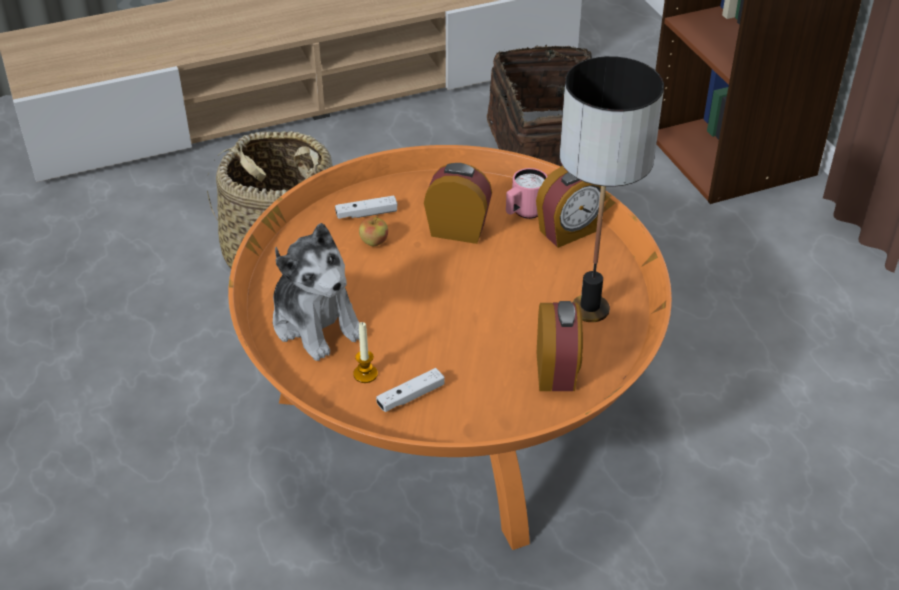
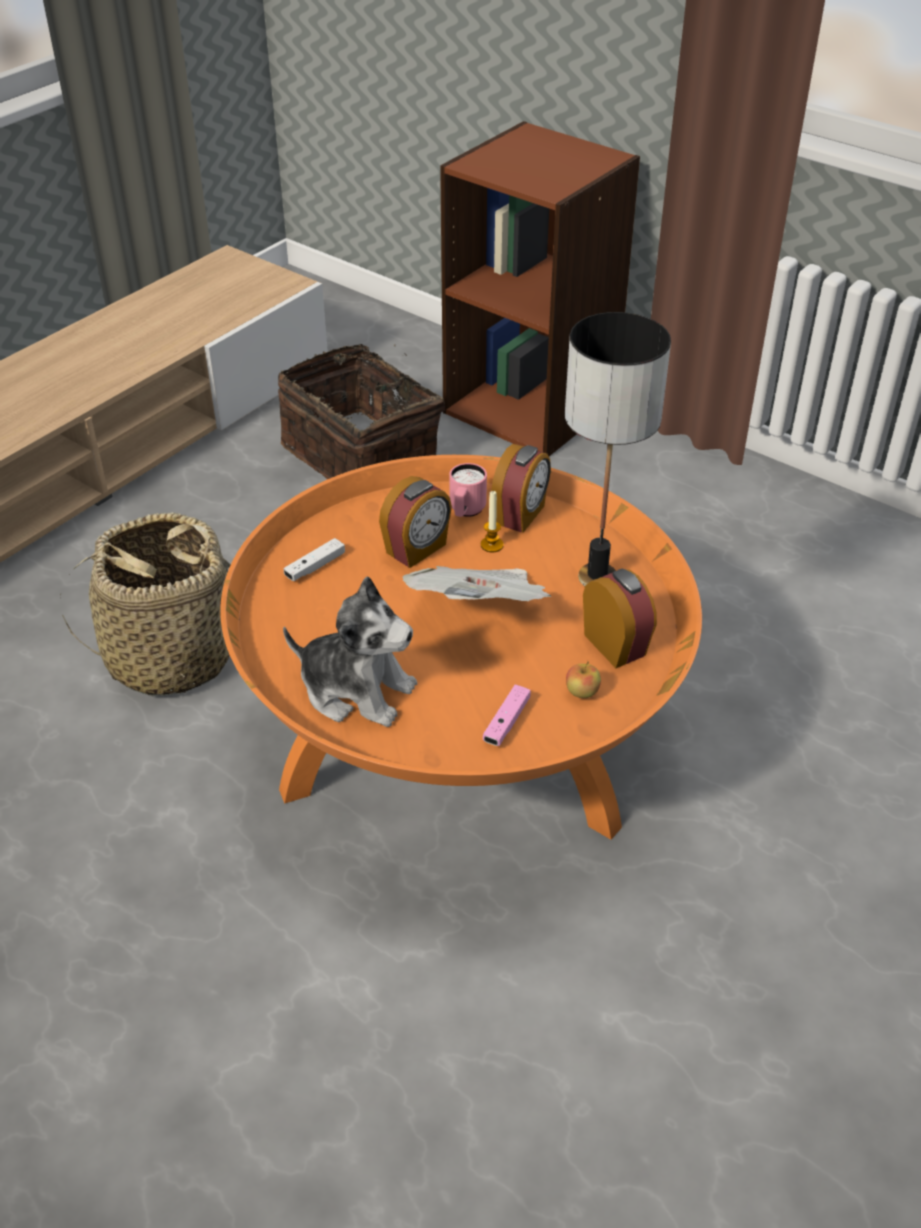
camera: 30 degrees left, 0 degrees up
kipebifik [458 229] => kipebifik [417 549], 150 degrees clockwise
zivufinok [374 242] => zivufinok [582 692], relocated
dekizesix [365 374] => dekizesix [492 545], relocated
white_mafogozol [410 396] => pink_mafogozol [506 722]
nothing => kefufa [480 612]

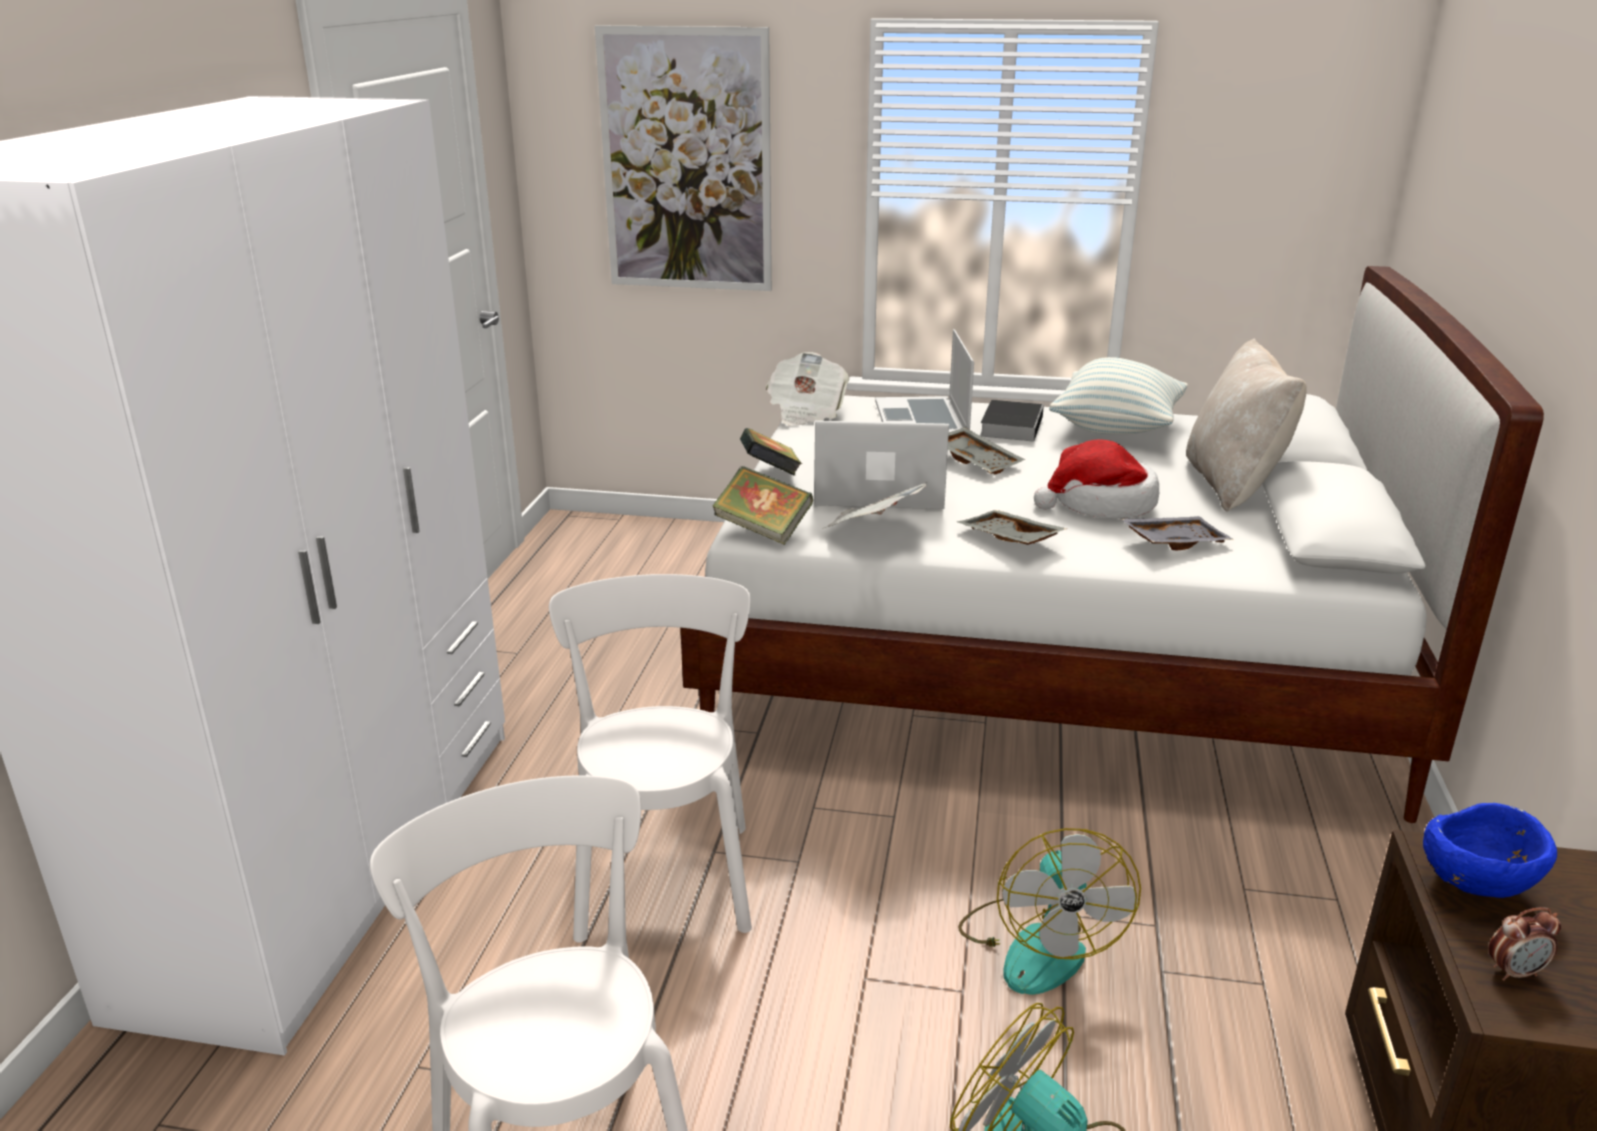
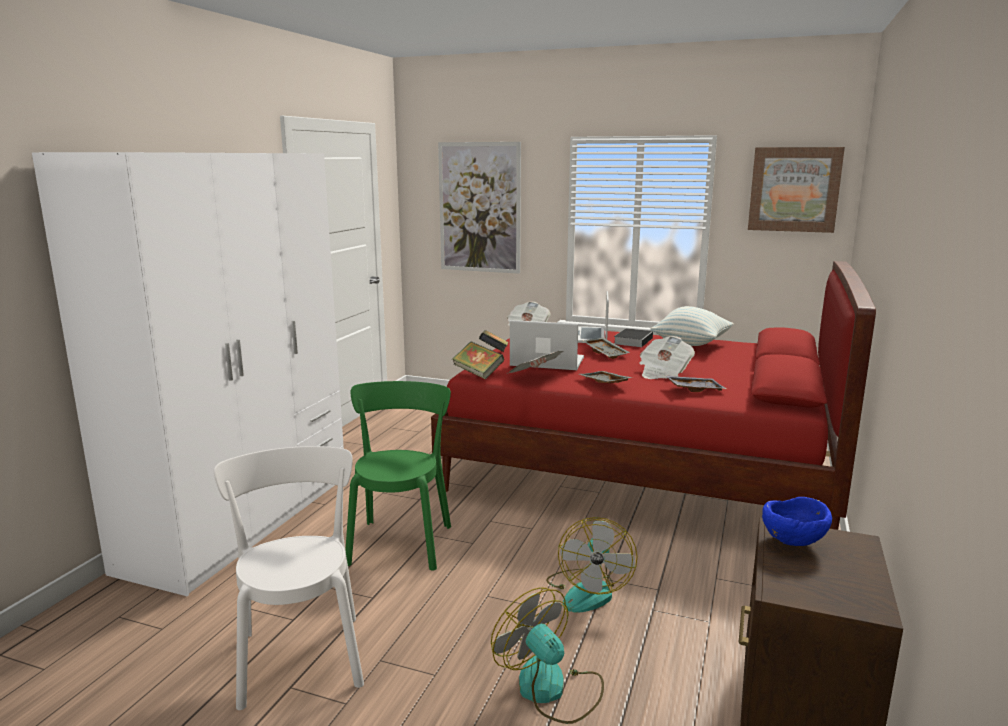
camera: 10 degrees right, 10 degrees down
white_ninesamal [1043 660] => red_ninesamal [643 467]
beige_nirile [1233 485] => nothing
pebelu [1100 504] => kefufa [663 373]
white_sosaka [664 872] => green_sosaka [401 541]
kipebifik [1514 972] => nothing
nothing => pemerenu [794 189]

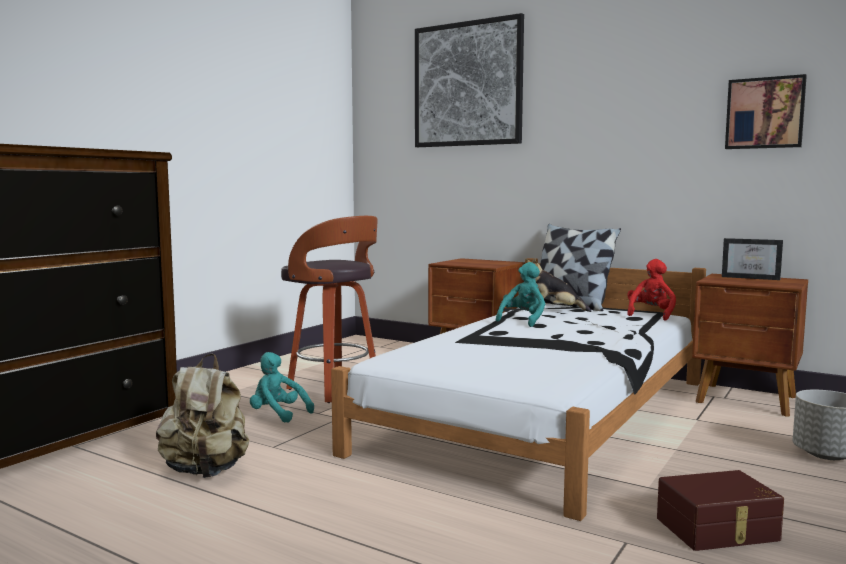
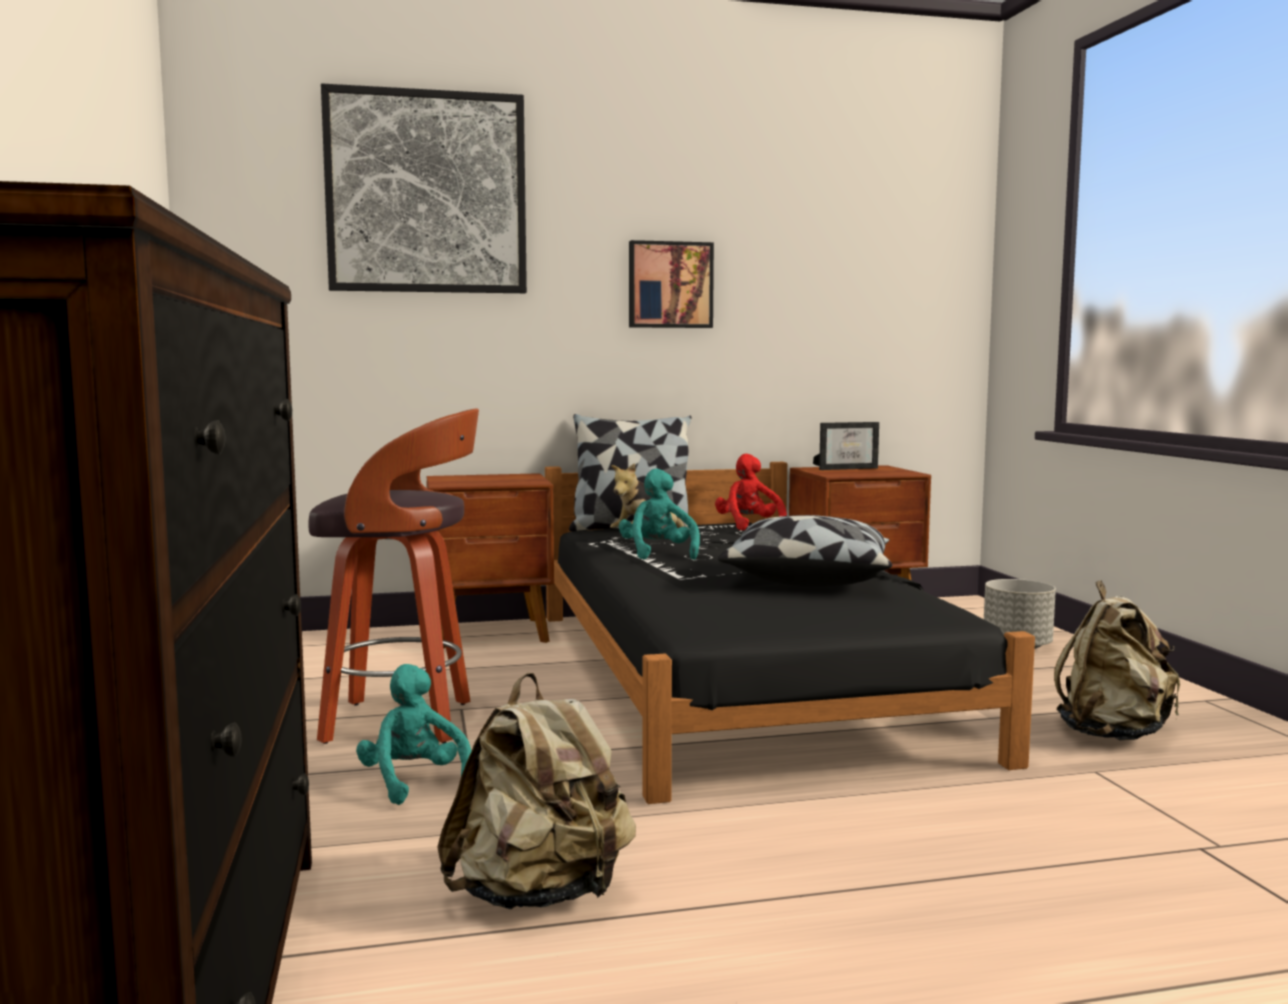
camera: 45 degrees left, 0 degrees up
pemerenu [765 113] => pemerenu [670 285], relocated
white_ninesamal [545 414] => black_ninesamal [732 676]
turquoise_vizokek [277 414] => turquoise_vizokek [414 782], 75 degrees clockwise
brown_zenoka [718 530] => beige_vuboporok [1112 734]
nothing => nirile [807 579]

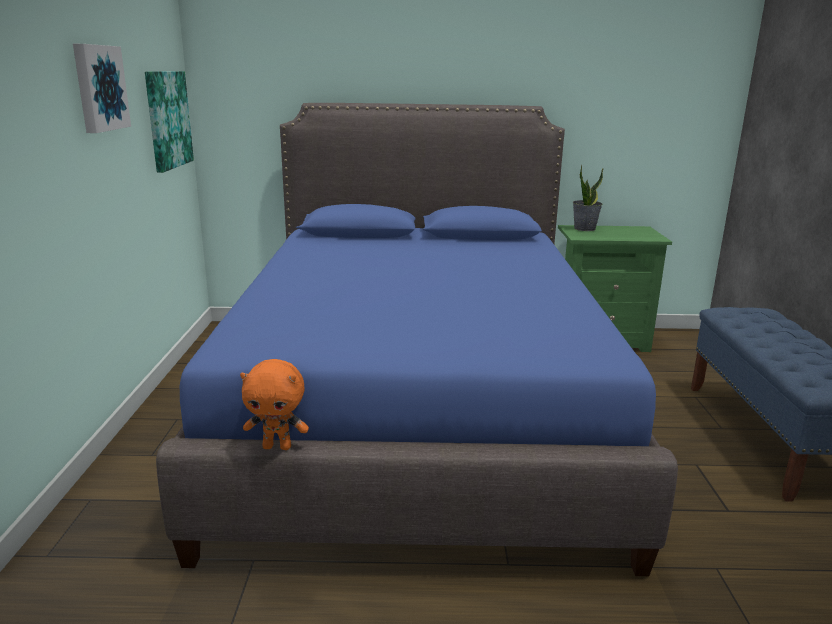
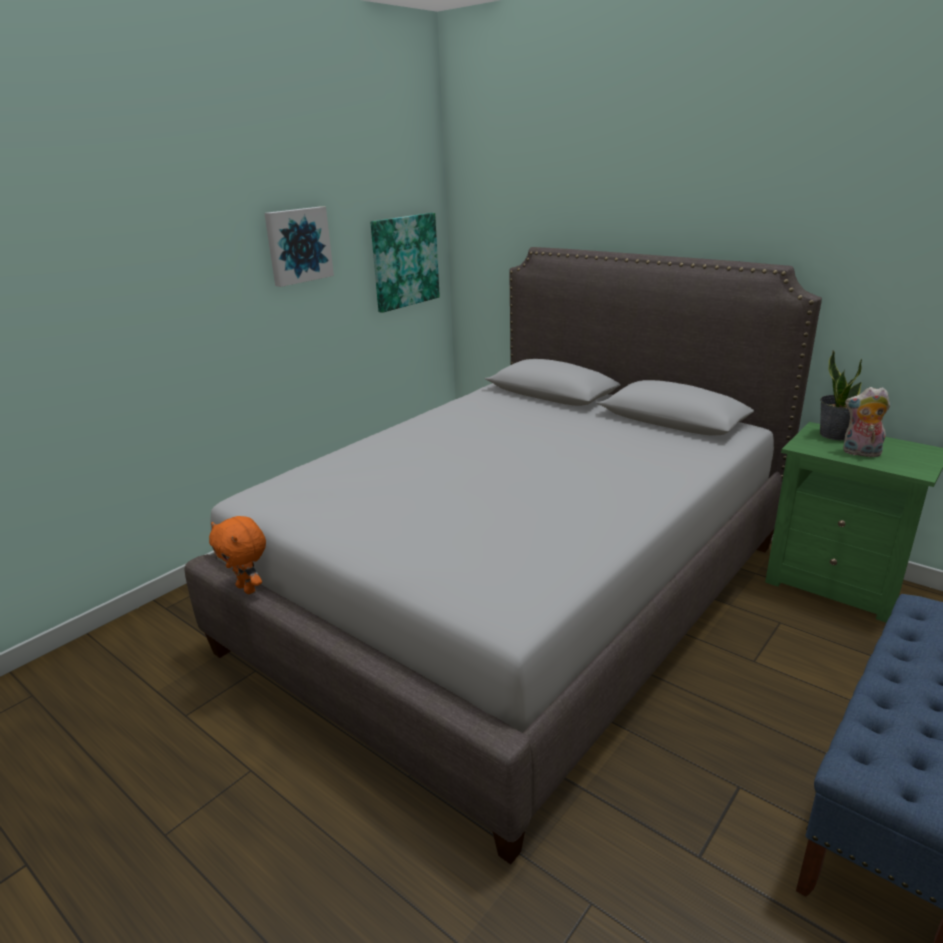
camera: 40 degrees right, 5 degrees up
blue_ninesamal [418 410] => grey_ninesamal [518 595]
nothing => vizokek [860 453]

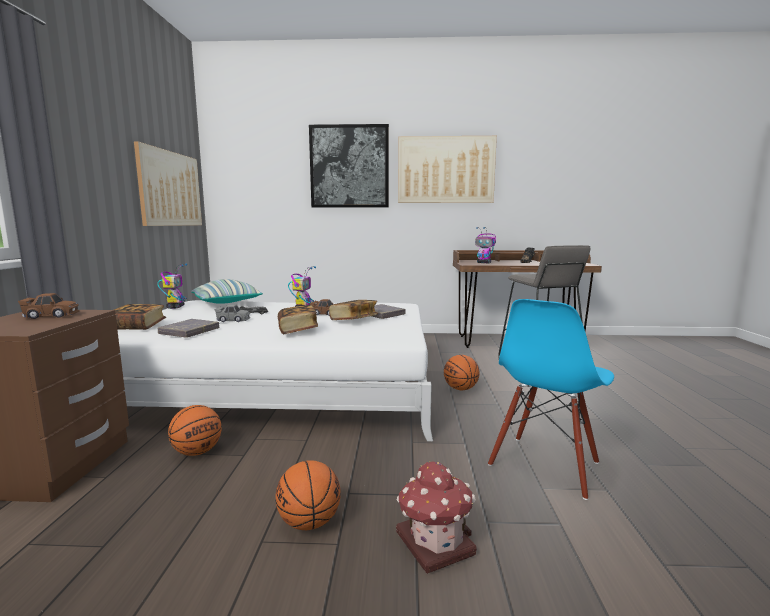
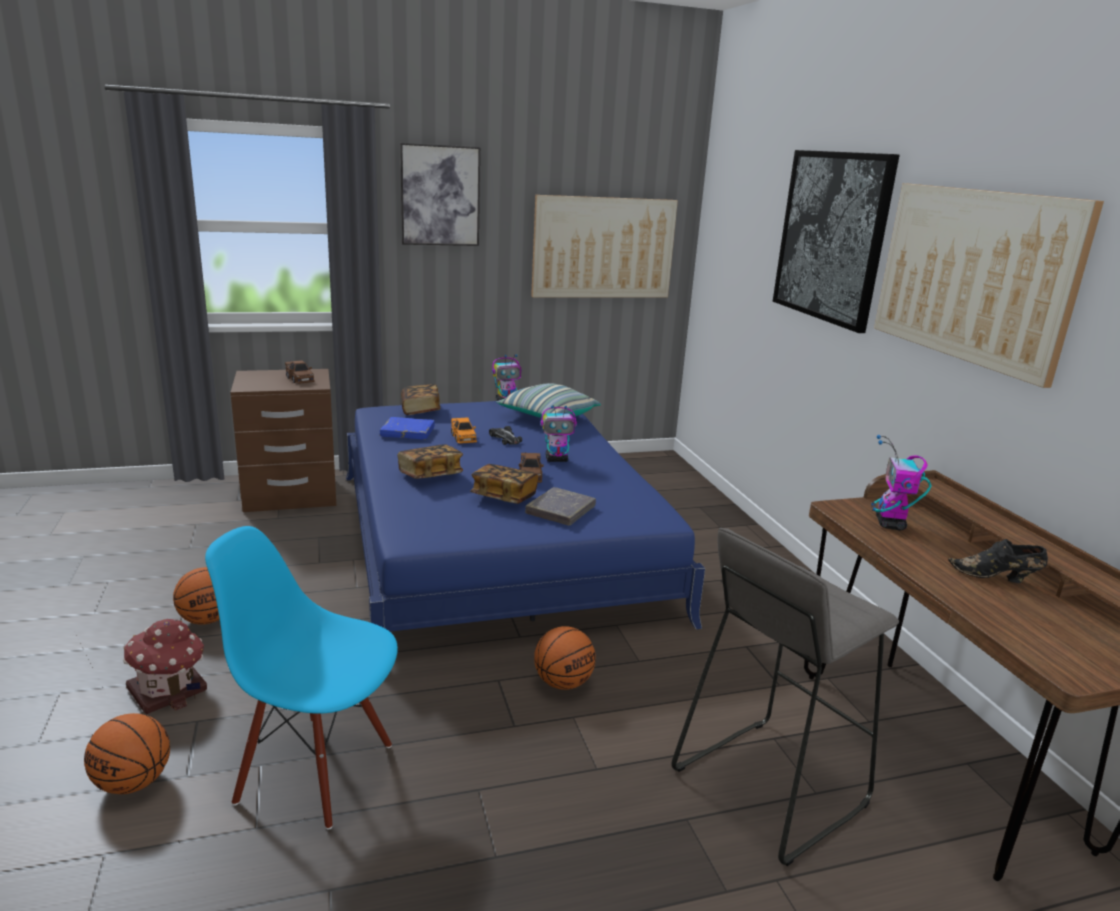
camera: 70 degrees right, 10 degrees up
white_ninesamal [283 386] => blue_ninesamal [496 542]
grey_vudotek [233 320] => orange_vudotek [463 438]
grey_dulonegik [189 332] => blue_dulonegik [408 432]
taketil [197 452] => taketil [133 782], relocated
nothing => pemerenu [440 195]

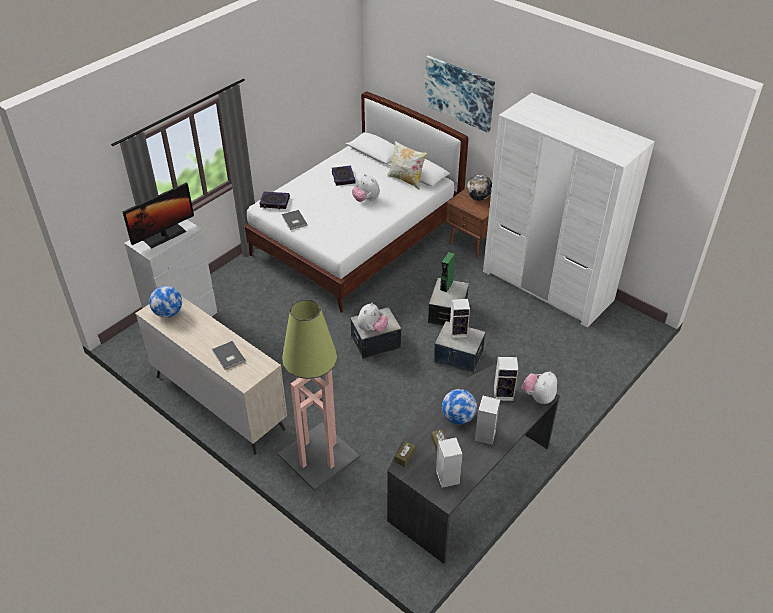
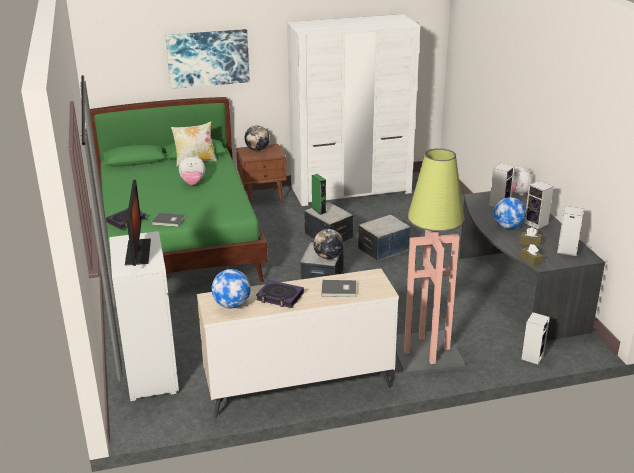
camera: 55 degrees left, 15 degrees down
white_ninesamal [356 239] => green_ninesamal [179 242]
dulonegik [343 177] => dulonegik [280 297], relocated
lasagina [459 332] => lasagina [532 356], relocated
vizokek [372 329] => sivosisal [328 257]

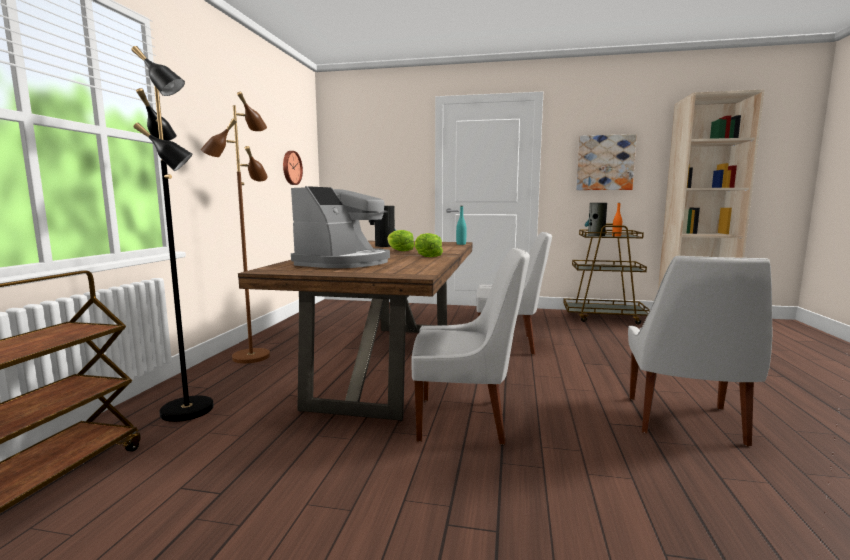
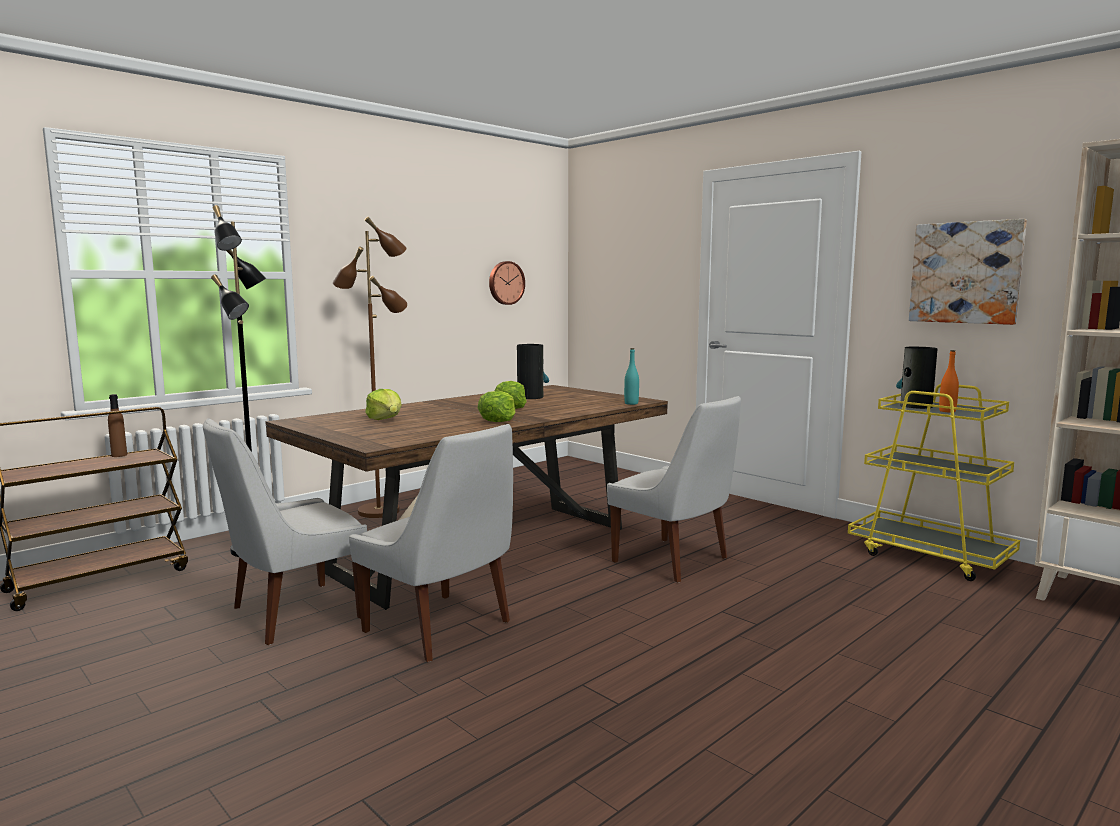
camera: 35 degrees right, 0 degrees up
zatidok [344 262] => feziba [386 419]
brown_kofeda [604 317] => yellow_kofeda [930 556]
white_sosaka [685 422] => white_sosaka [291 614], relocated
nothing => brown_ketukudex [119 455]

